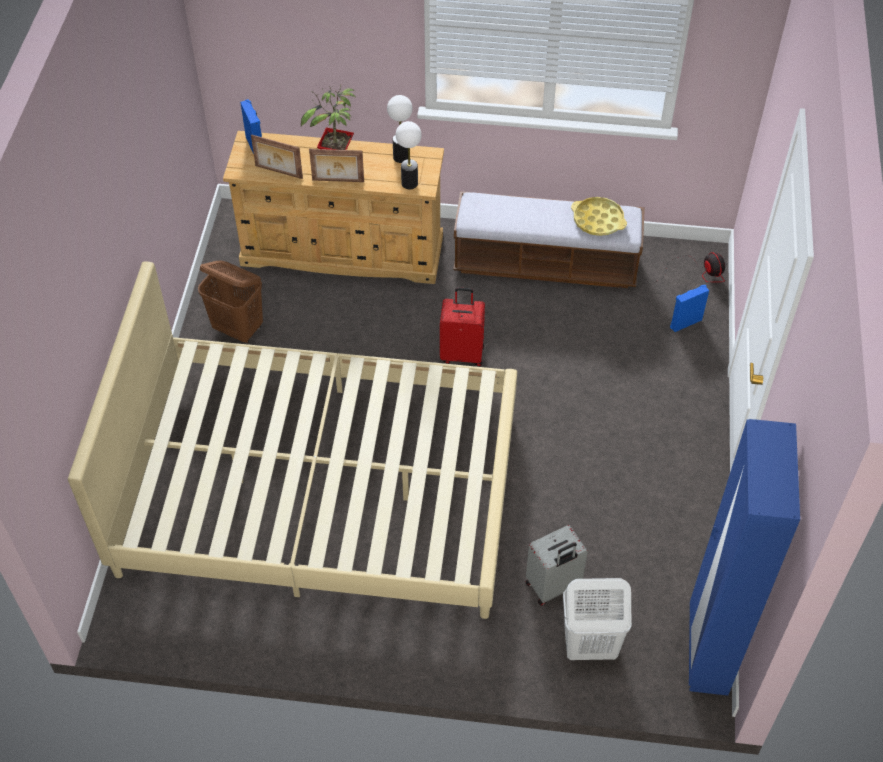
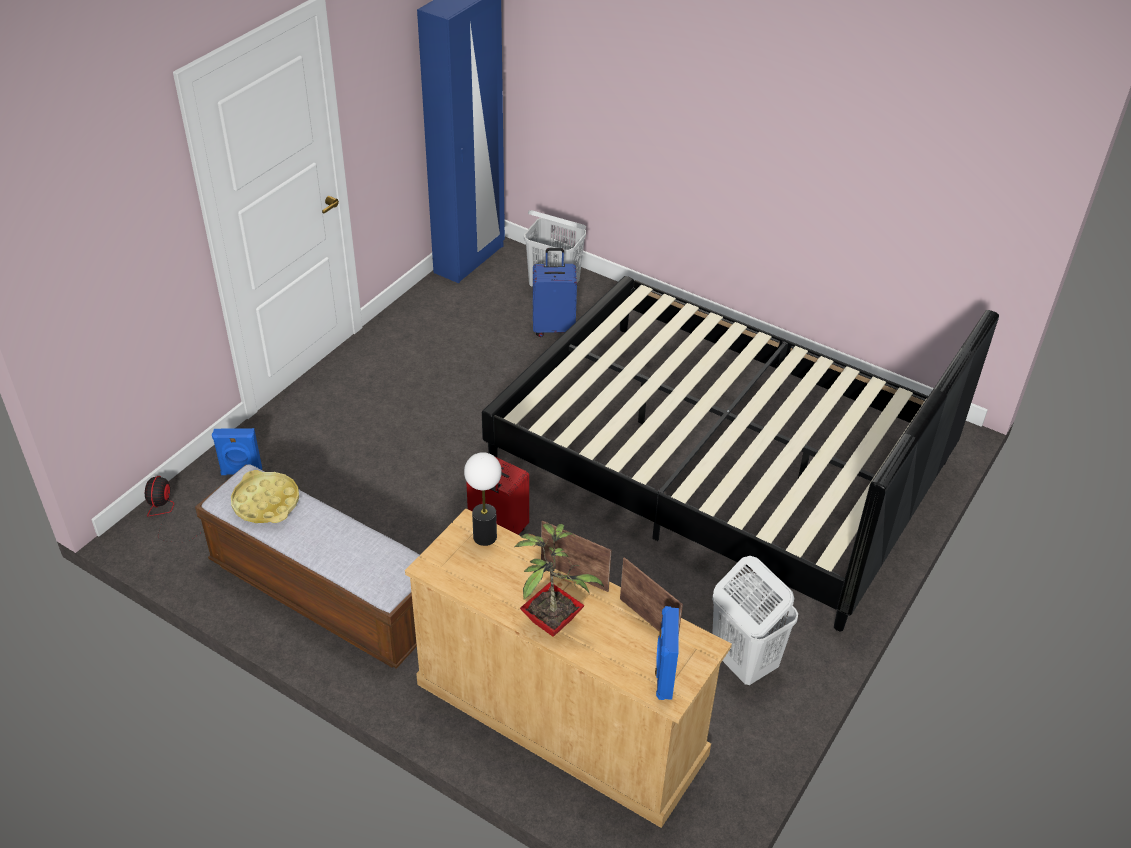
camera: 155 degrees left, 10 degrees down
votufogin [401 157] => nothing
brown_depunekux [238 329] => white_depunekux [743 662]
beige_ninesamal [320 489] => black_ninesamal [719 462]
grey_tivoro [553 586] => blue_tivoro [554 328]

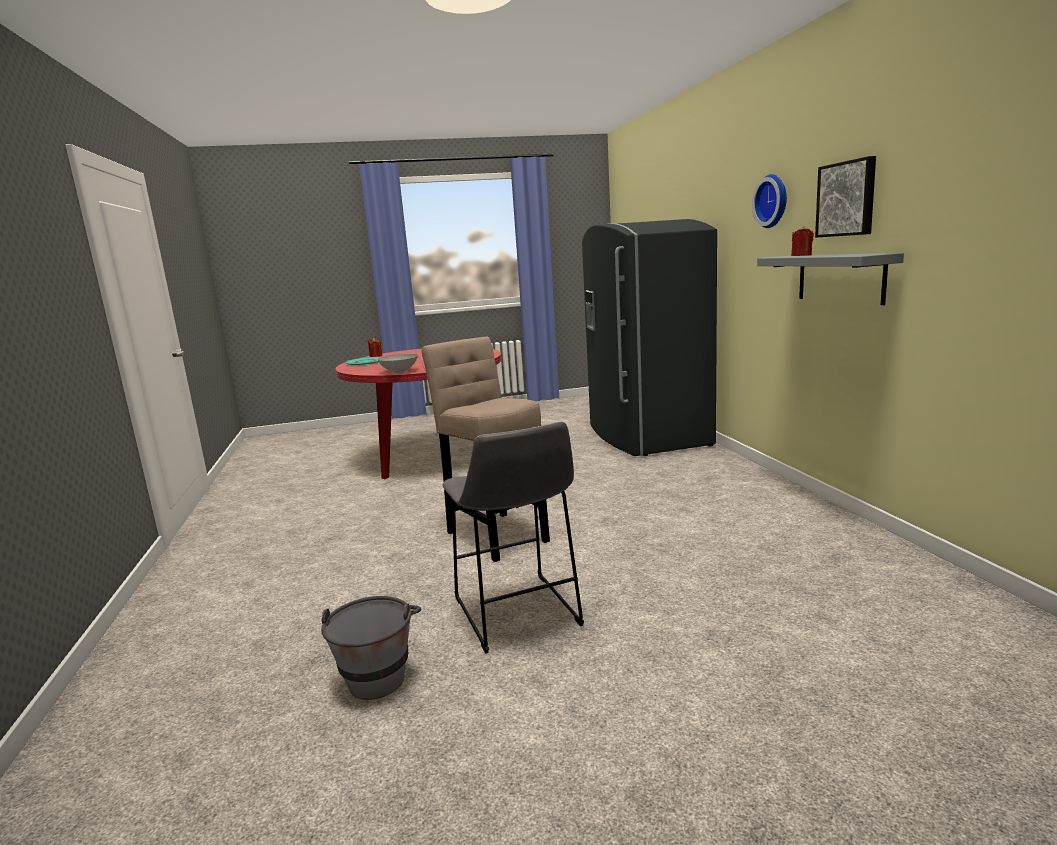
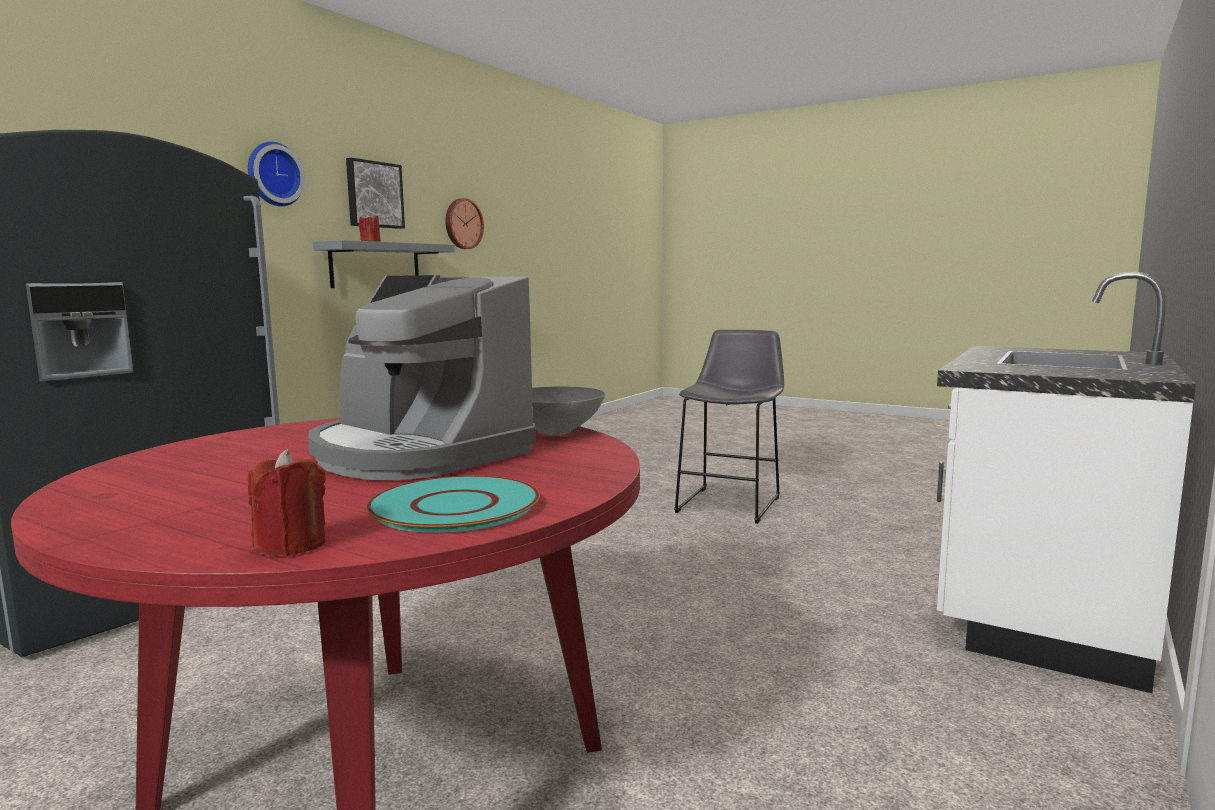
camera: 135 degrees left, 5 degrees down
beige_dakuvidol [495 534] => nothing
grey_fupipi [378 673] => nothing
nothing => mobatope [462 224]
nothing => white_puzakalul [1037 611]
nothing => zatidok [417 454]

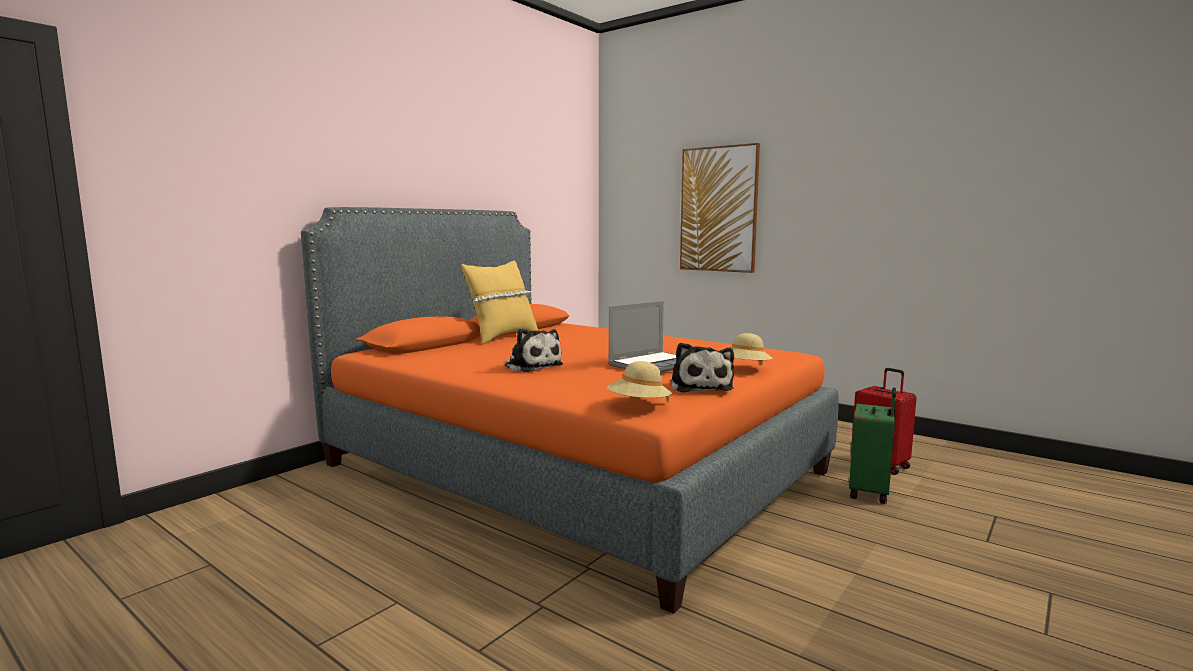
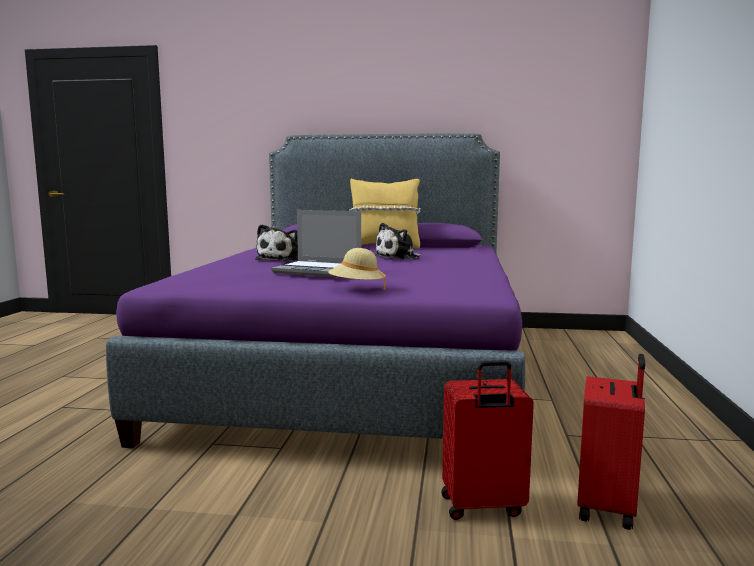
camera: 60 degrees right, 0 degrees up
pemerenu [718 209] => nothing
orange_ninesamal [570 468] => purple_ninesamal [356 371]
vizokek [700 386] => vizokek [399 257], relocated
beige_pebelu [639 406] => nothing
green_tivoro [870 492] => red_tivoro [482 507]

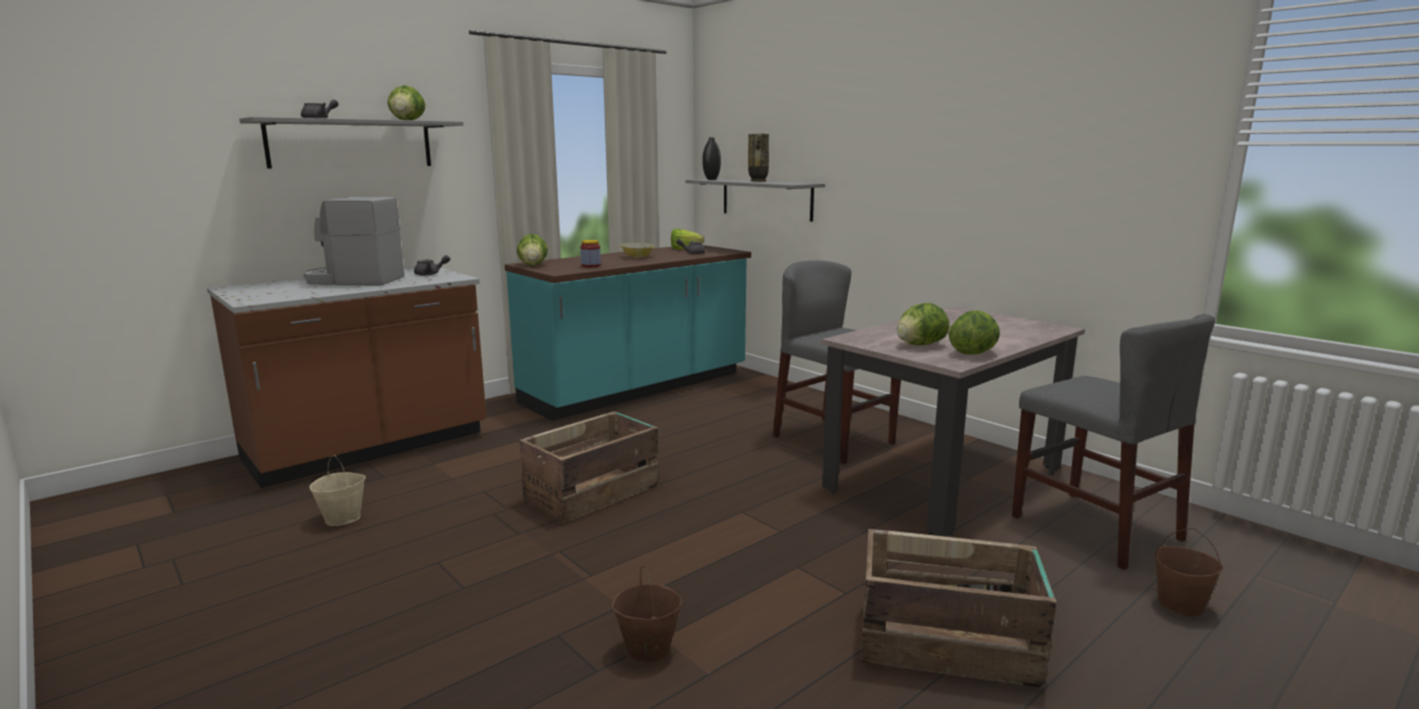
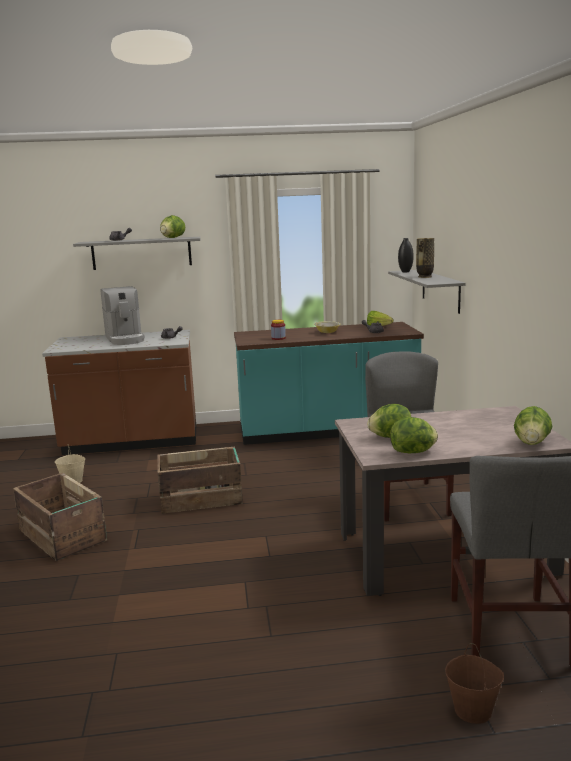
camera: 35 degrees right, 0 degrees up
zatidok [353 280] => zatidok [125 339], 150 degrees counterclockwise
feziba [533 265] => feziba [531 443], relocated
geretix [949 644] => geretix [62 536], relocated
brown_fupipi [647 649] => nothing

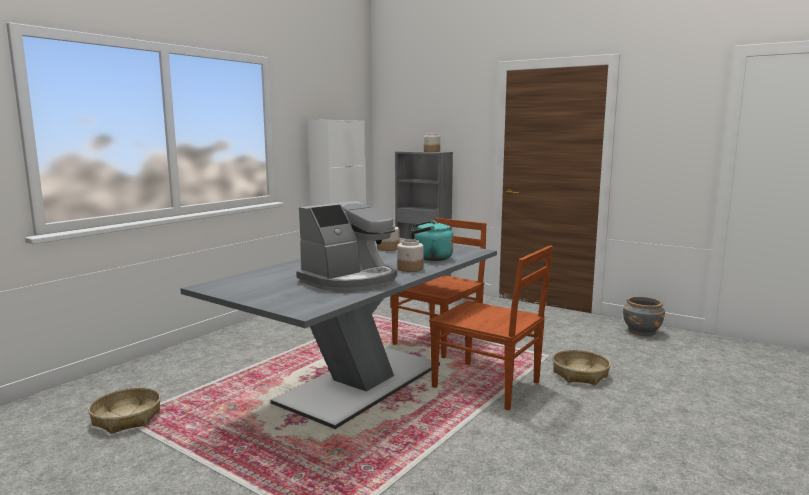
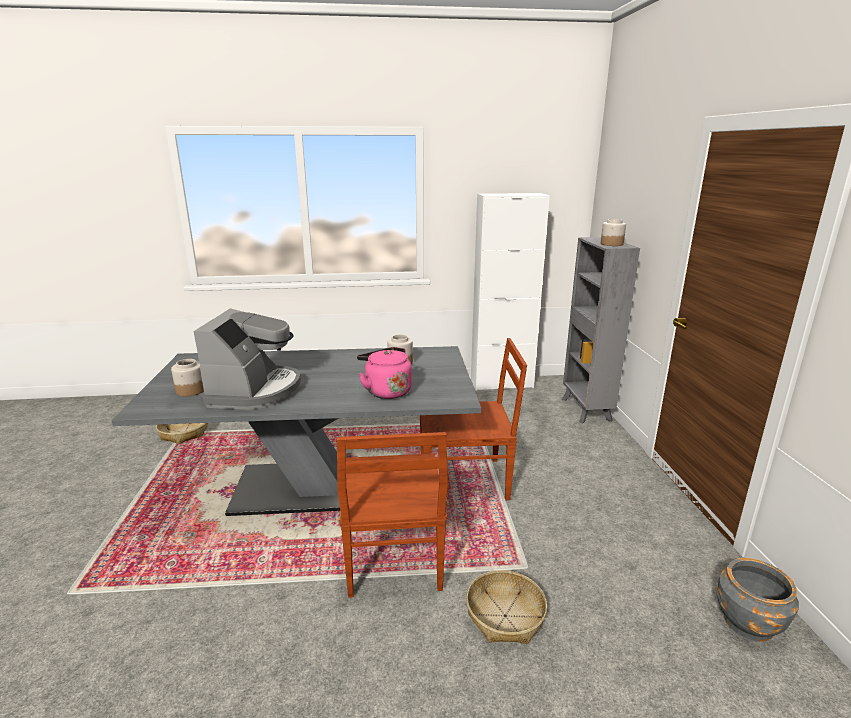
camera: 50 degrees right, 10 degrees up
zatidok [350 280] => zatidok [255 391], 90 degrees counterclockwise
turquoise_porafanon [430 258] => pink_porafanon [386 391]
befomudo [410 269] => befomudo [190 390], relocated

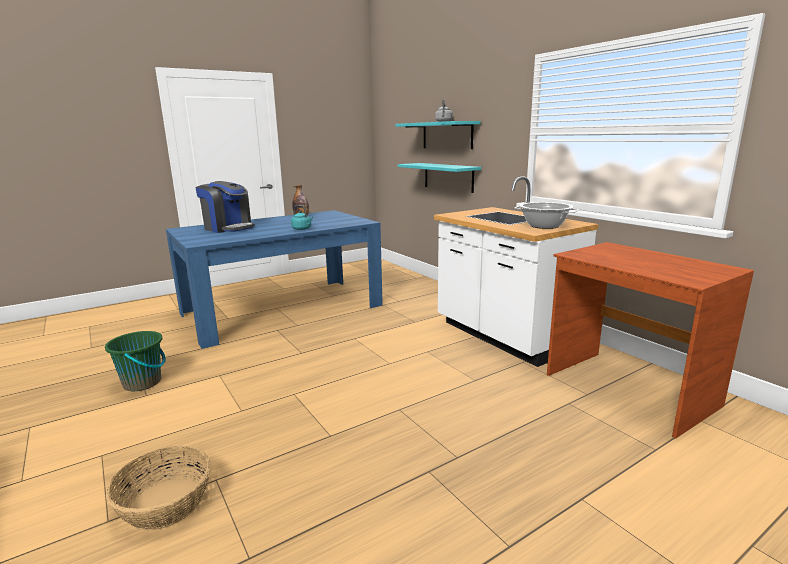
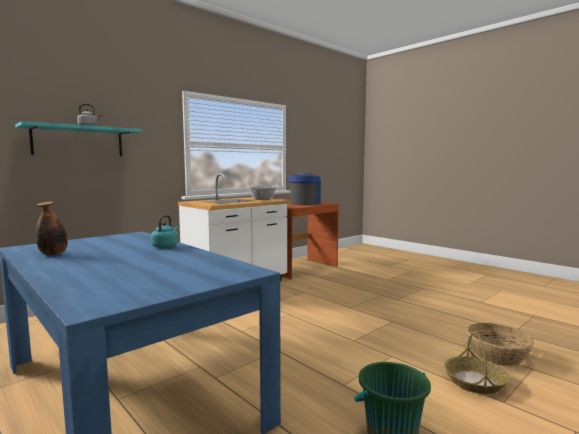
camera: 100 degrees left, 10 degrees down
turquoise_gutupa [448 177] => nothing
zatidok [228 228] => zatidok [305 203], relocated
nothing => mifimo [475 382]

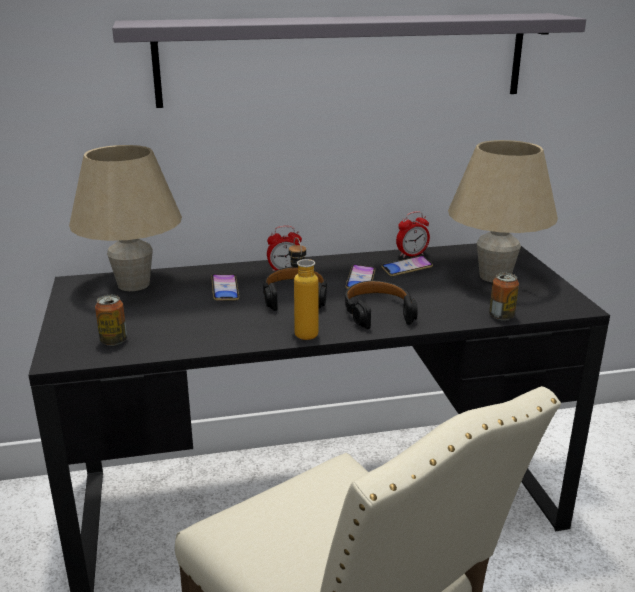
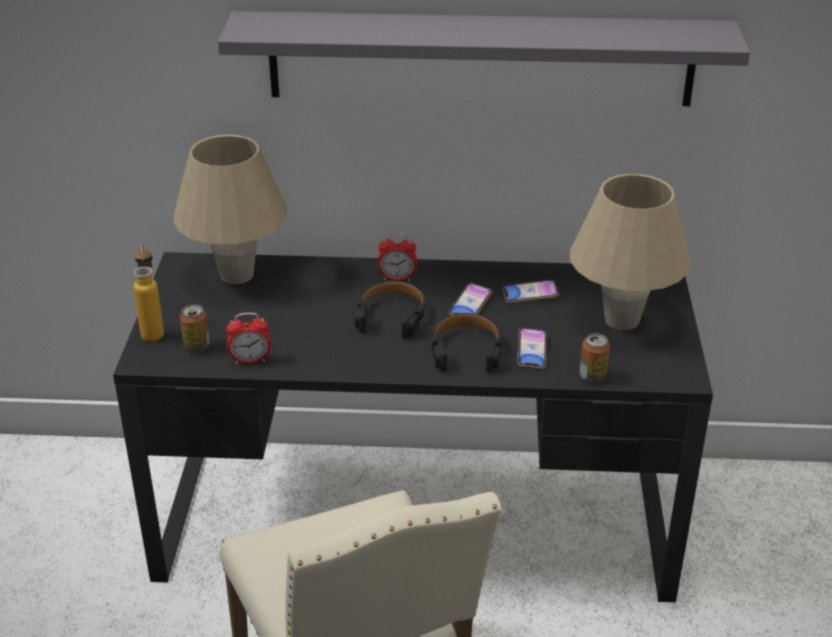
camera: 15 degrees right, 10 degrees up
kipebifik [411 255] => kipebifik [250 360], relocated
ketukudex [302 331] => ketukudex [153 330], relocated
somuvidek [225 290] => somuvidek [531 351], relocated

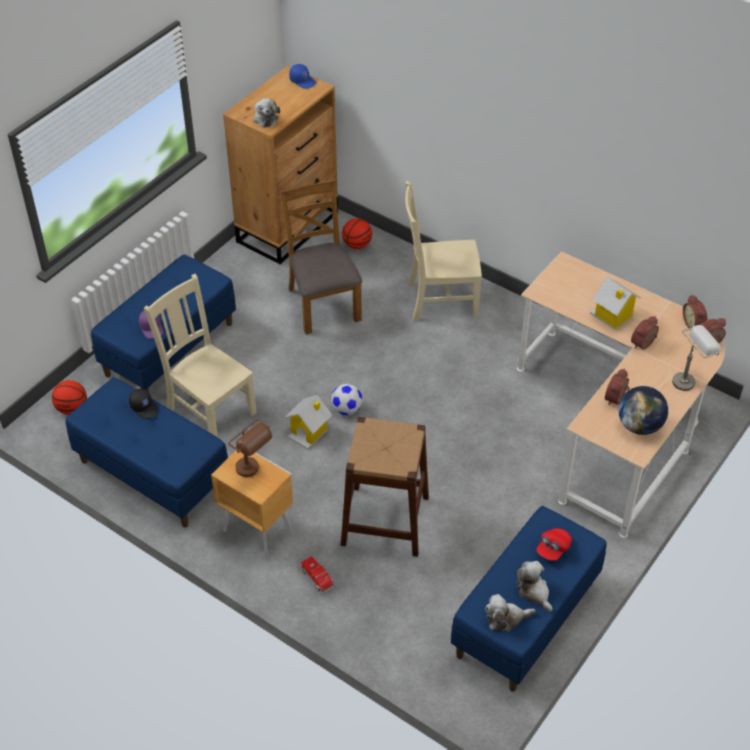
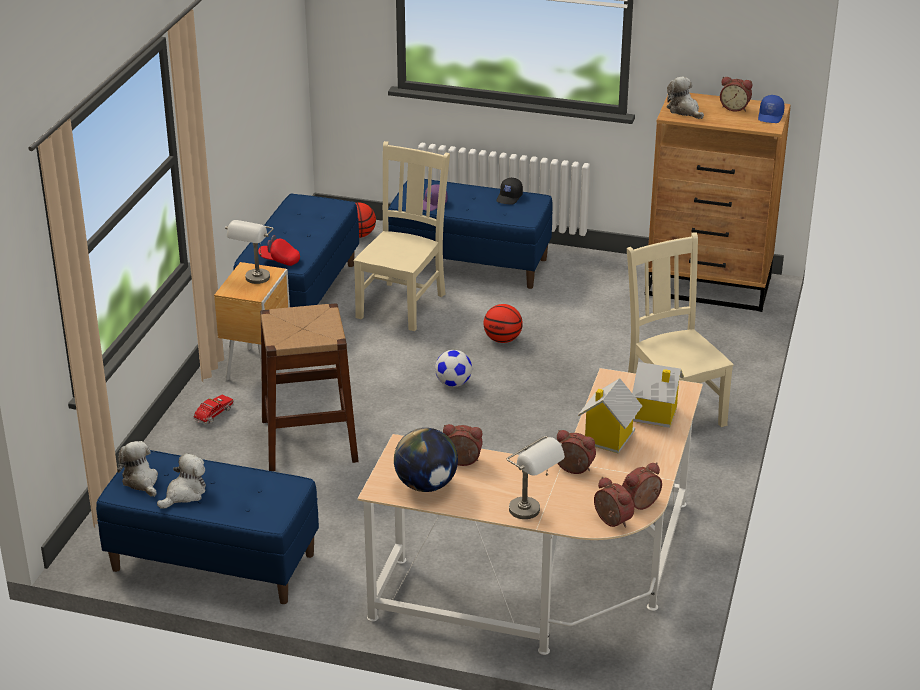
camera: 70 degrees right, 15 degrees down
vizokek [265 118] => vizokek [684 110], 90 degrees clockwise
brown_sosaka [323 304] => nothing
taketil [357 245] => taketil [502 339], relocated
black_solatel [144 407] => black_solatel [509 197], relocated
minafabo [309 433] => minafabo [654 415], relocated
brown_votufogin [253 471] => grey_votufogin [254 282]
red_solatel [553 549] => red_solatel [279 260], relocated
nothing => kipebifik [735 108]

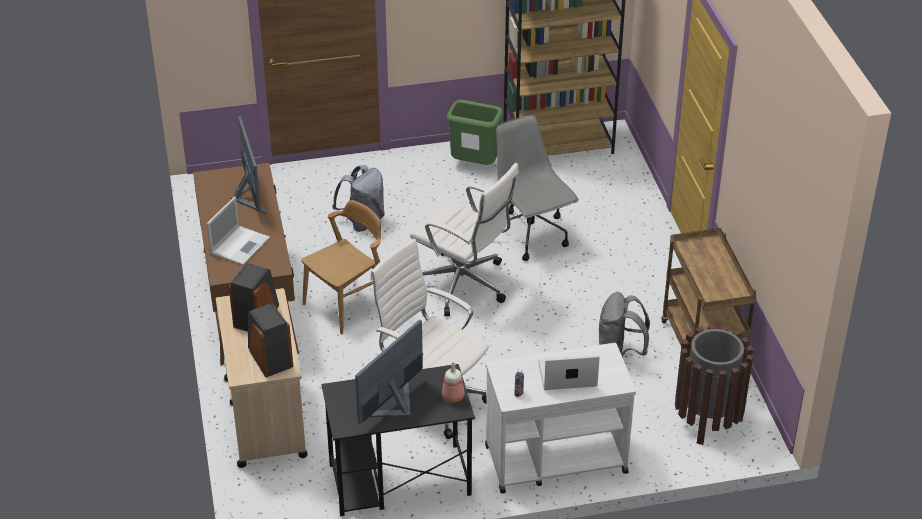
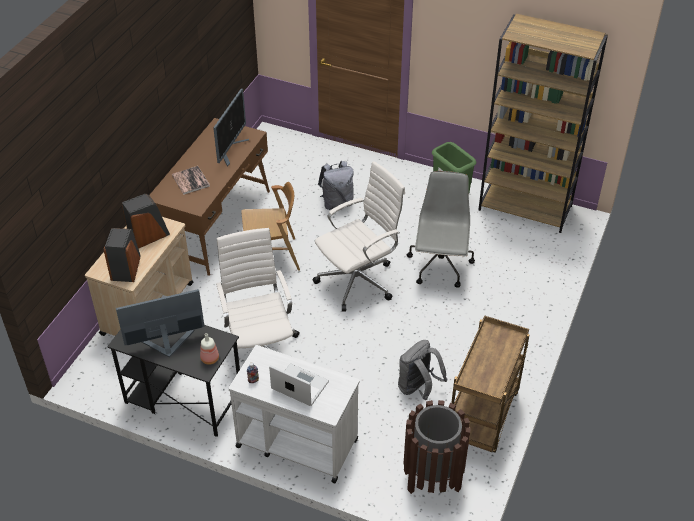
camera: 35 degrees right, 5 degrees up
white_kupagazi [463 285] => white_kupagazi [358 280], 105 degrees counterclockwise
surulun [240 245] => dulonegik [190 181]

